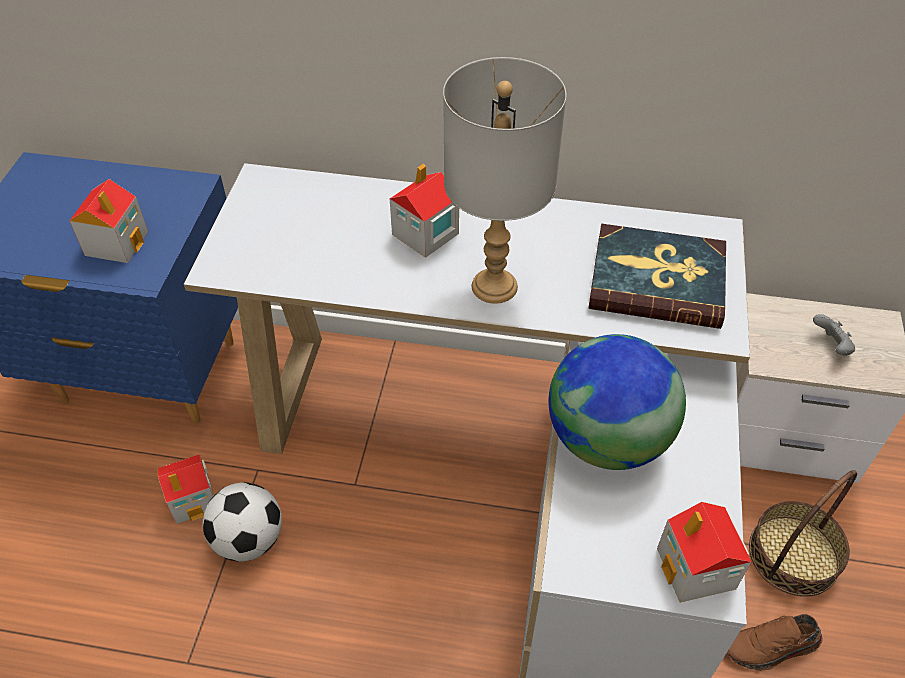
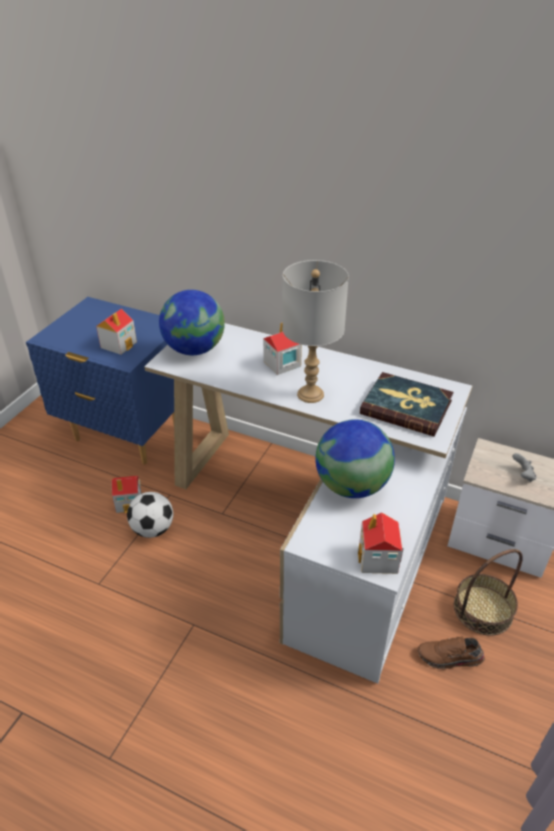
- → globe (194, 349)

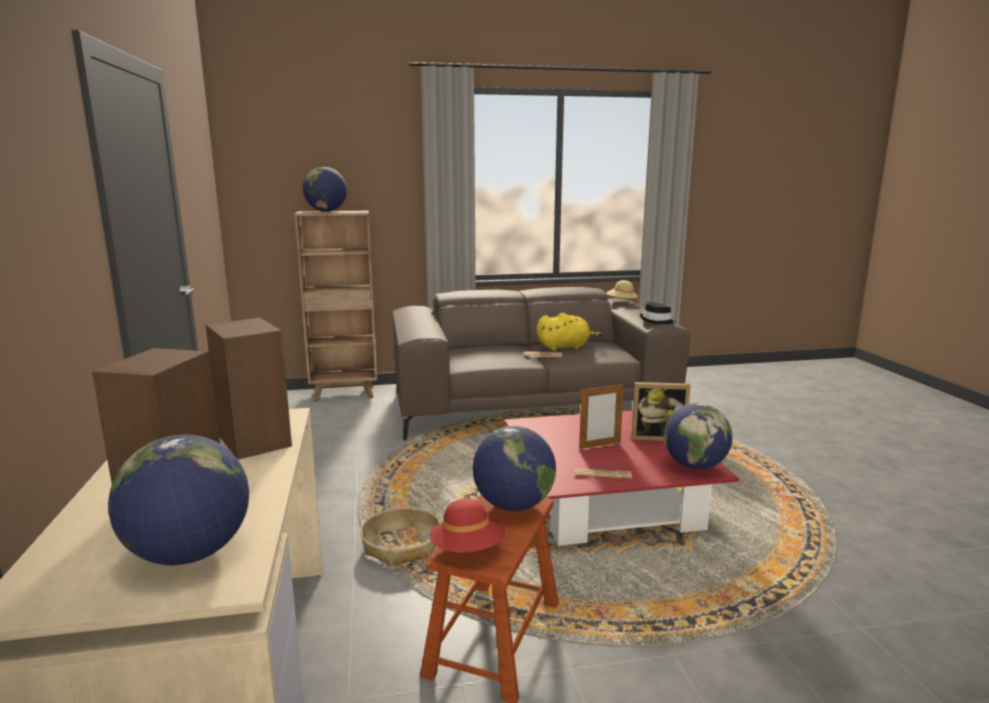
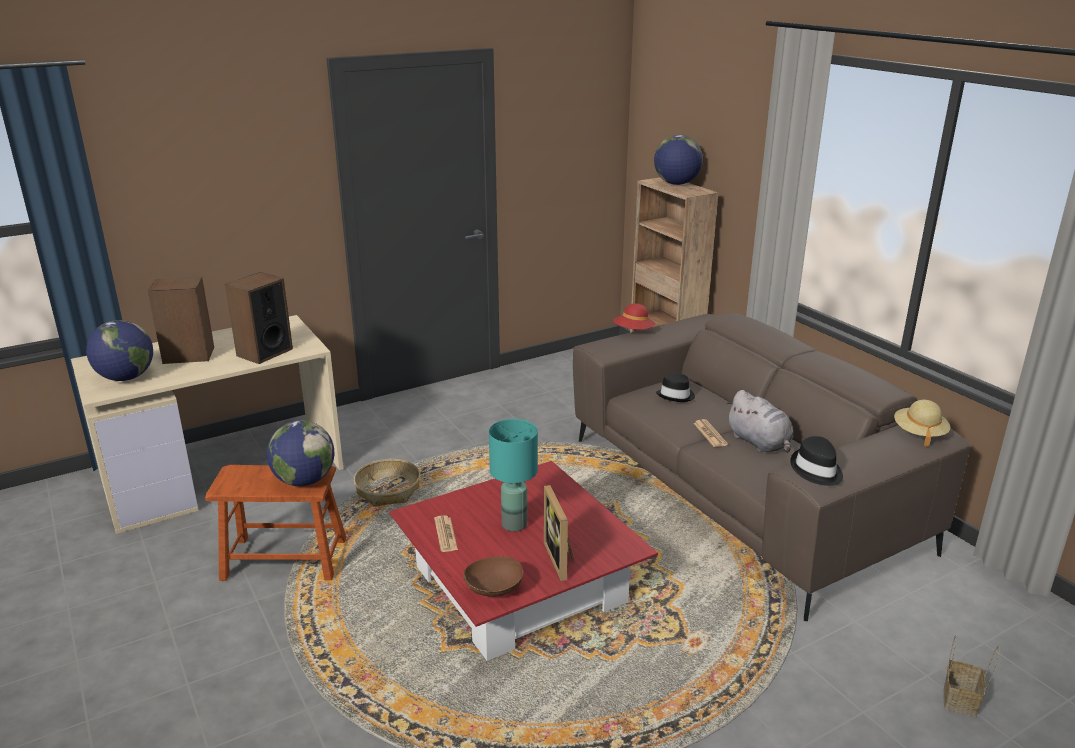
yellow cuddly toy (565, 347) → gray cuddly toy (760, 443)
standing frame (600, 445) → turquoise-coloured table lamp (515, 524)
globe (695, 466) → brown bowl (493, 591)
red wearable hat (467, 550) → red wearable hat (633, 332), moved
- → blackish wearable hat (676, 395)
- → storage basket (961, 701)

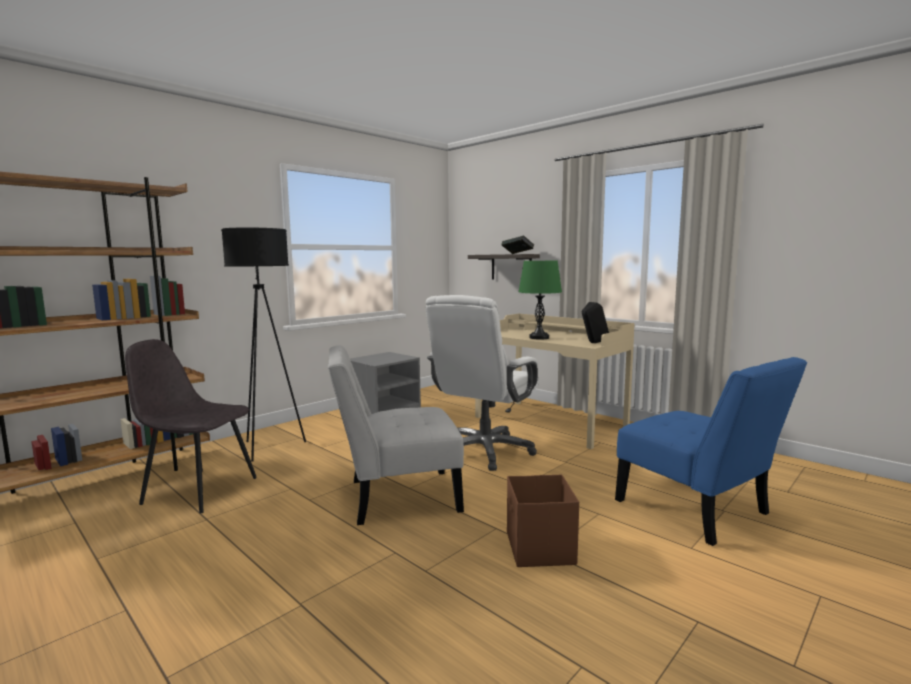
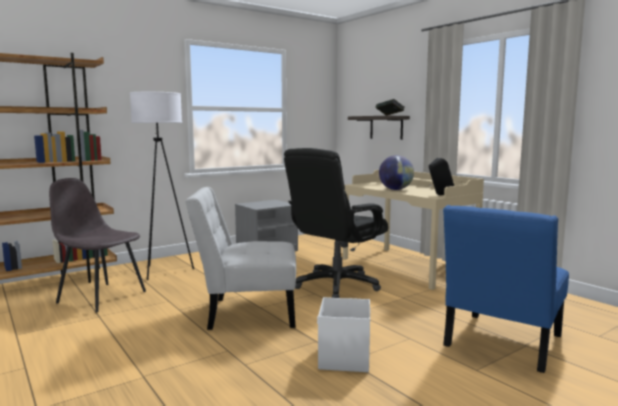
blackish standard lamp (269, 448) → white standard lamp (164, 271)
green table lamp (539, 337) → globe (395, 189)
white desk chair (484, 451) → blackish desk chair (336, 285)
blue plain chair (697, 511) → blue plain chair (501, 344), 60 degrees clockwise
brown storage bin (539, 549) → white storage bin (344, 359)

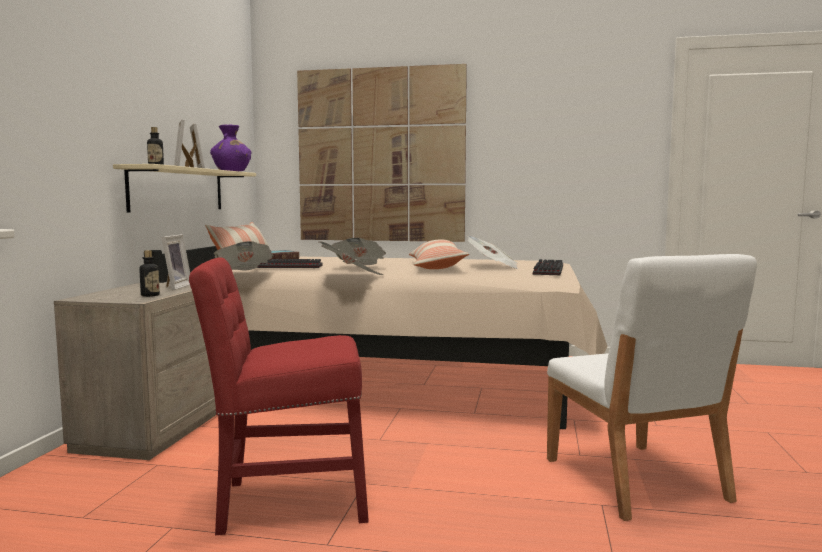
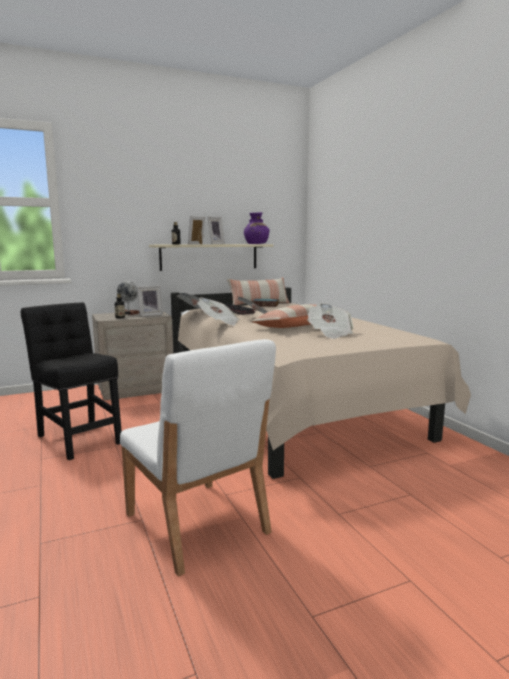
wall art (380, 155) → -
white plain chair (635, 480) → white plain chair (196, 524), 75 degrees counterclockwise
red plain chair (285, 503) → blackish plain chair (78, 437)
keyboard (547, 270) → -
- → globe (129, 313)

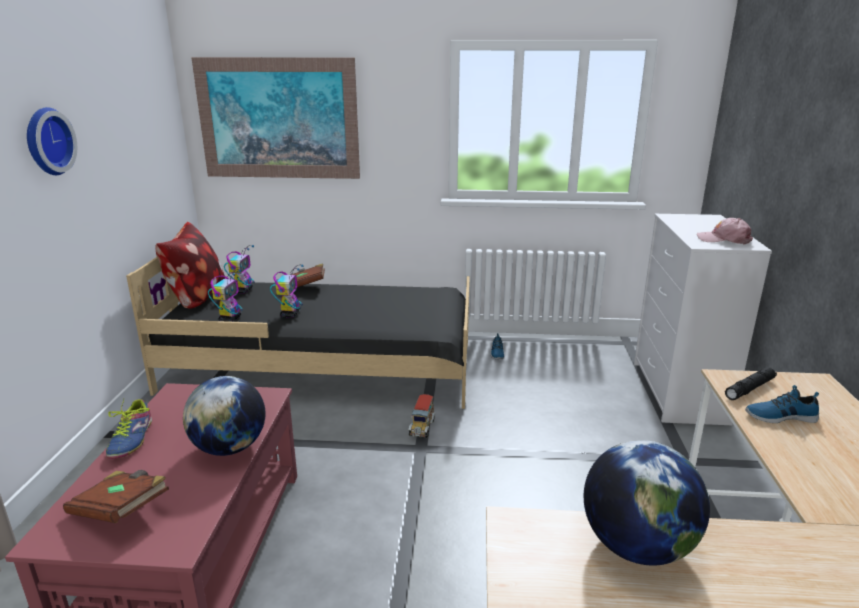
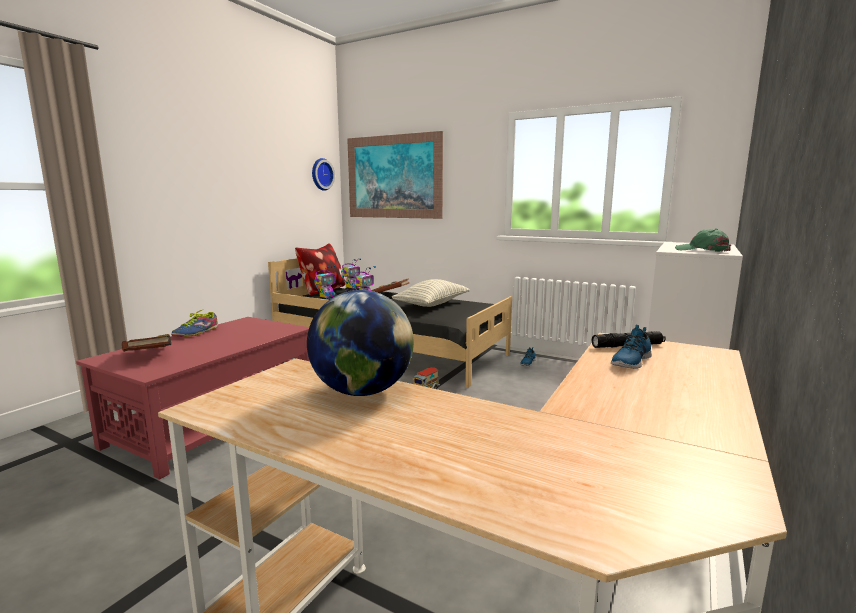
hanging clock (46, 141) → hanging clock (321, 174), moved
pinkish peaked cap (724, 239) → green peaked cap (702, 250)
globe (229, 447) → -
item of footwear (779, 416) → item of footwear (630, 361), 75 degrees counterclockwise
- → pillow (432, 304)

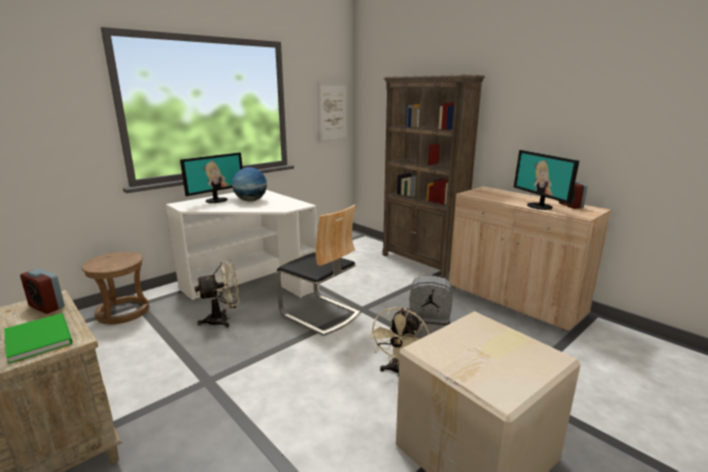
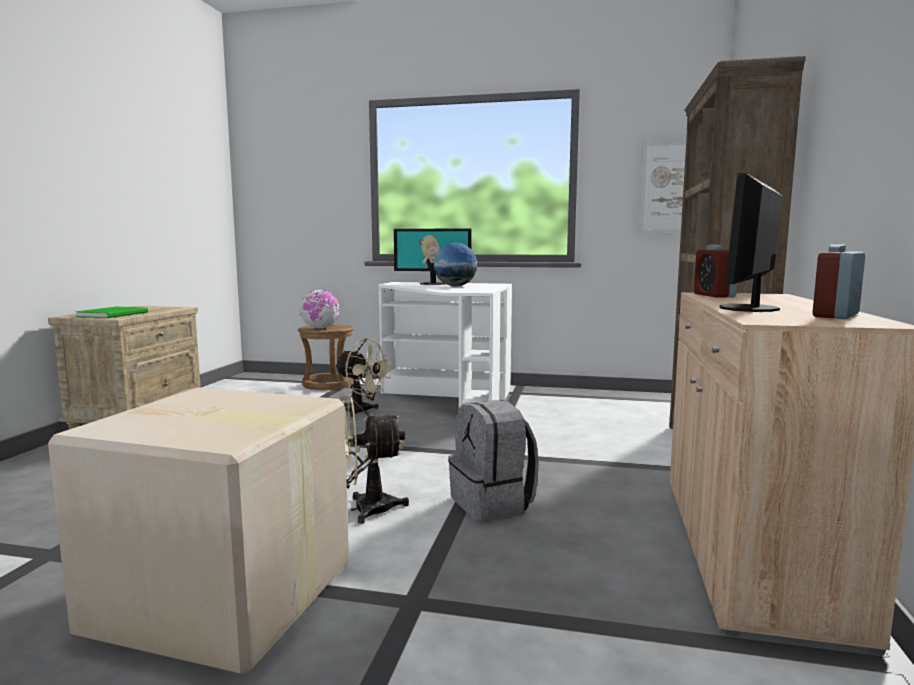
plain chair (319, 314) → -
alarm clock (47, 307) → alarm clock (714, 295), moved
- → globe (320, 328)

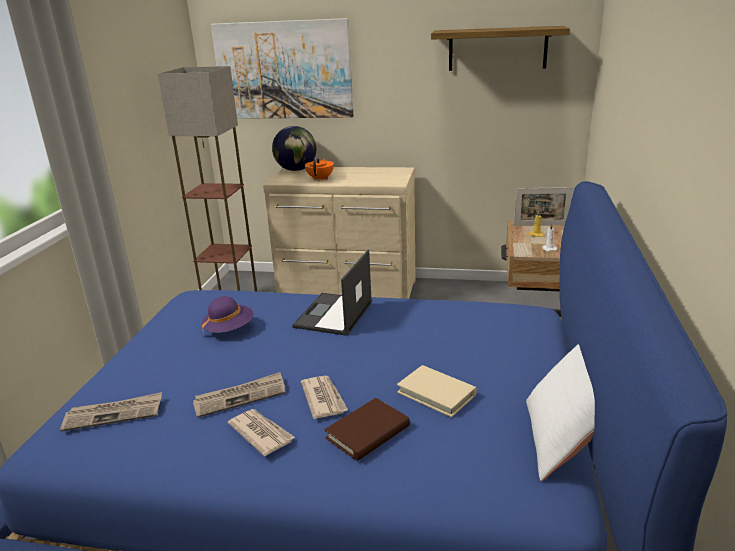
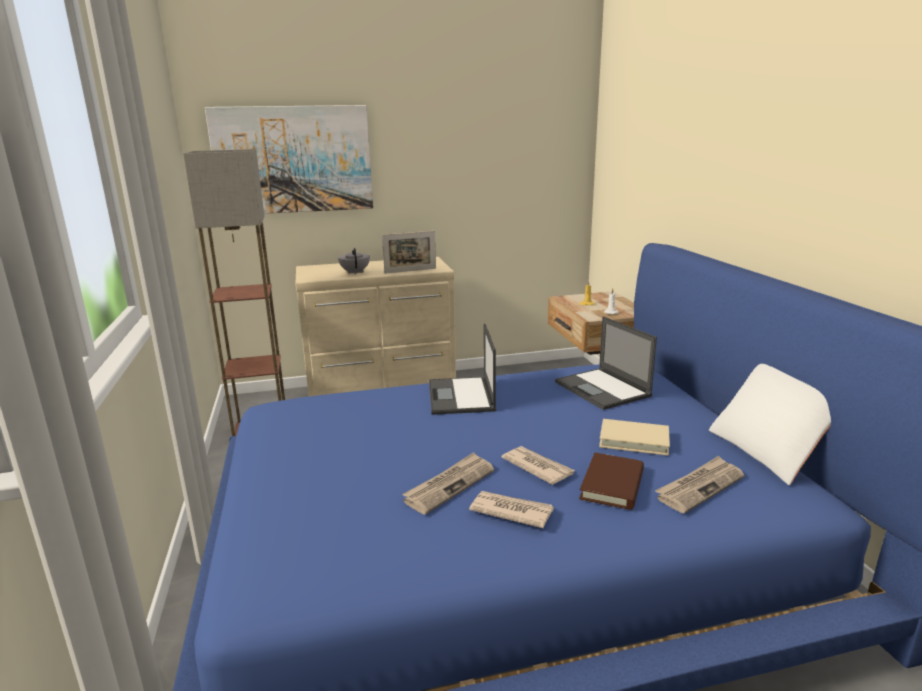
bracket shelf (497, 49) → -
globe (296, 170) → -
orange teapot (320, 179) → gray teapot (355, 272)
standing frame (541, 225) → standing frame (410, 271), moved
purple wearable hat (229, 329) → -
daily paper (114, 414) → daily paper (699, 486), moved
- → portable computer (603, 389)

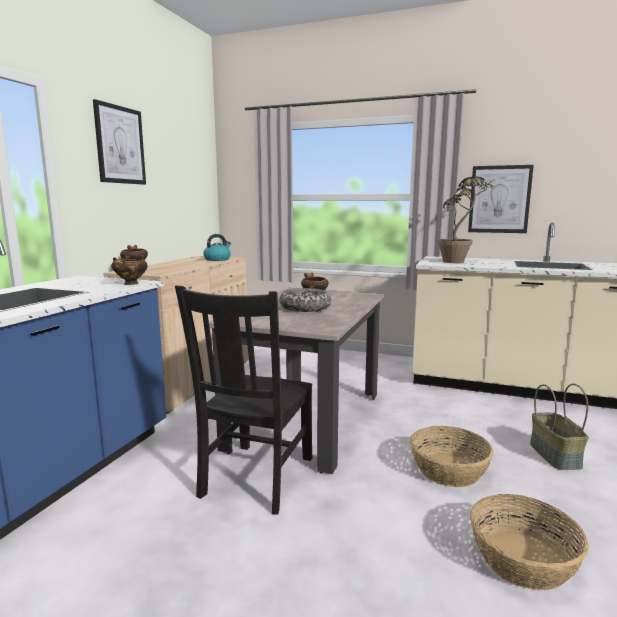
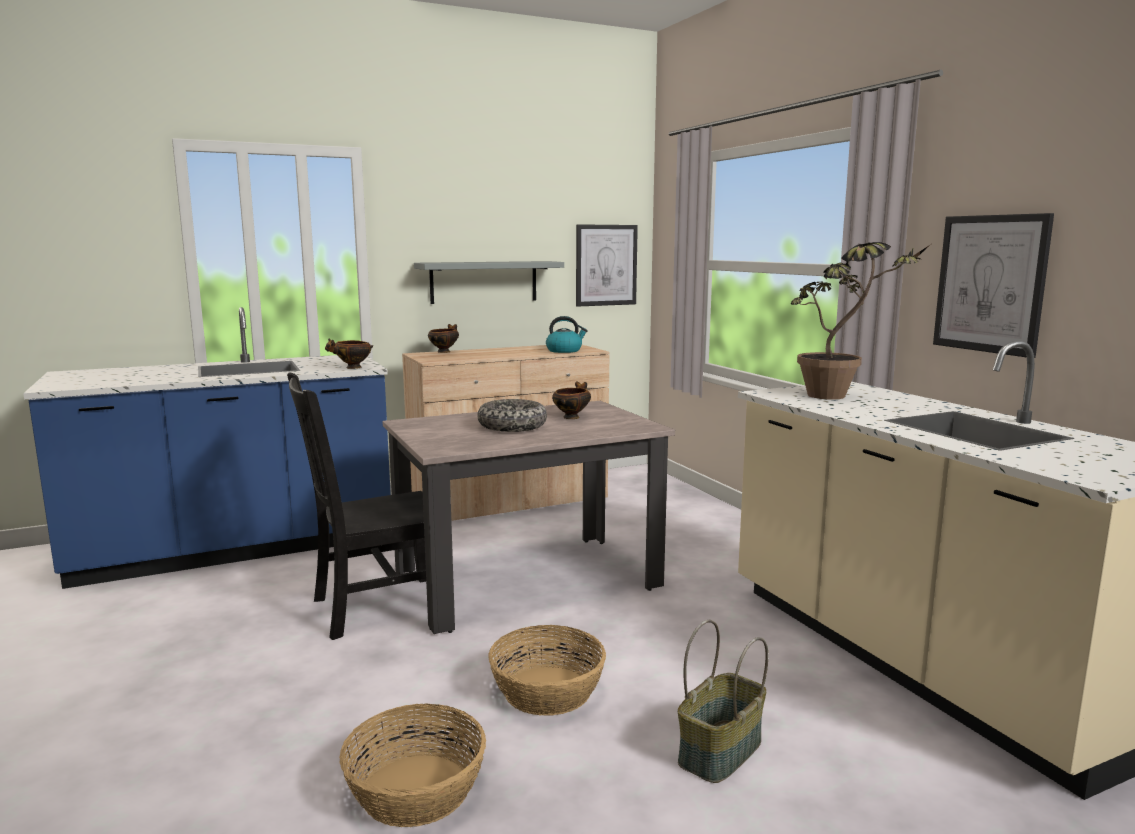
wall art (120, 145) → wall art (606, 265), moved
- → gray bracket shelf (484, 282)

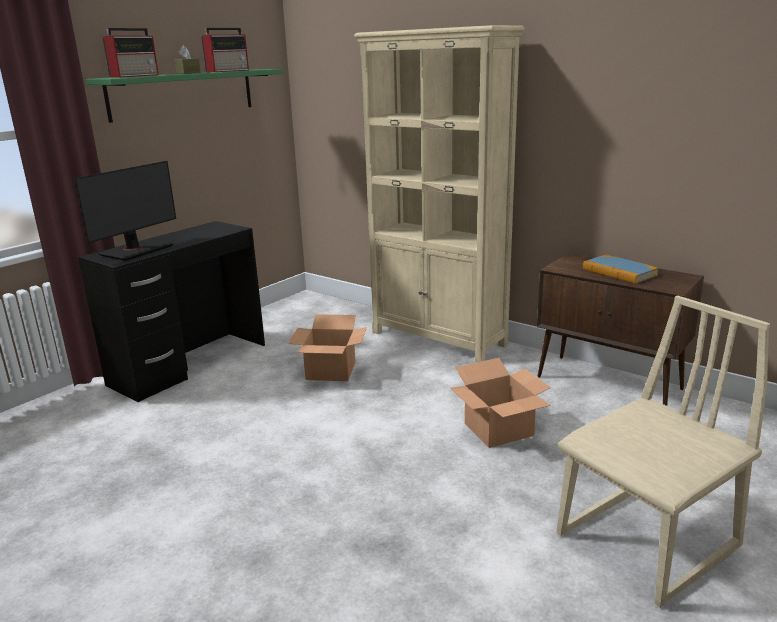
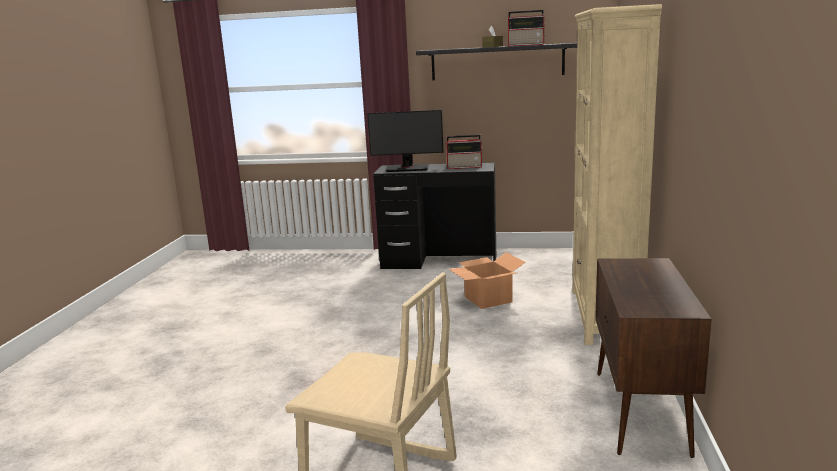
radio set (135, 76) → radio set (465, 167), moved
green bracket shelf (183, 94) → blackish bracket shelf (497, 62)
book (619, 272) → -
packing box (499, 429) → -

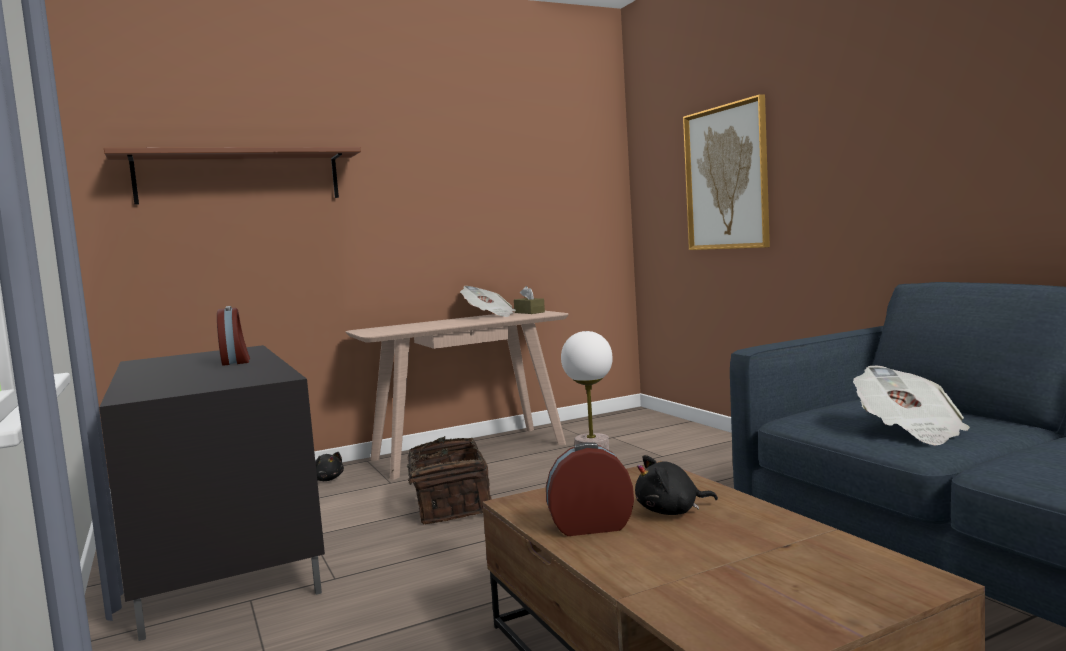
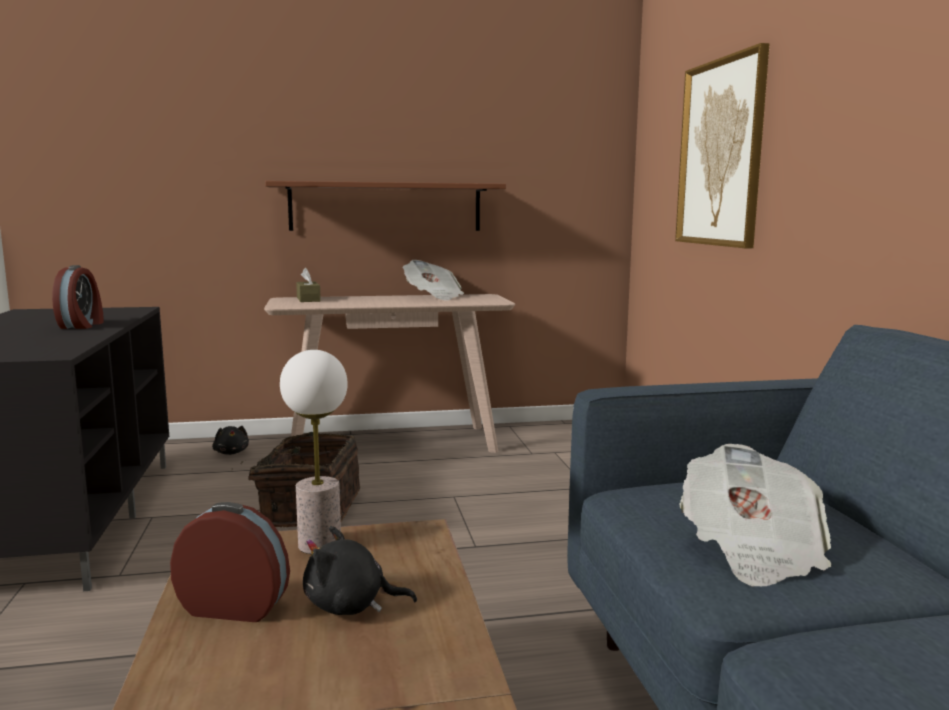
brown bracket shelf (239, 177) → brown bracket shelf (386, 207), moved
brown tissue holder (529, 312) → brown tissue holder (308, 299), moved

